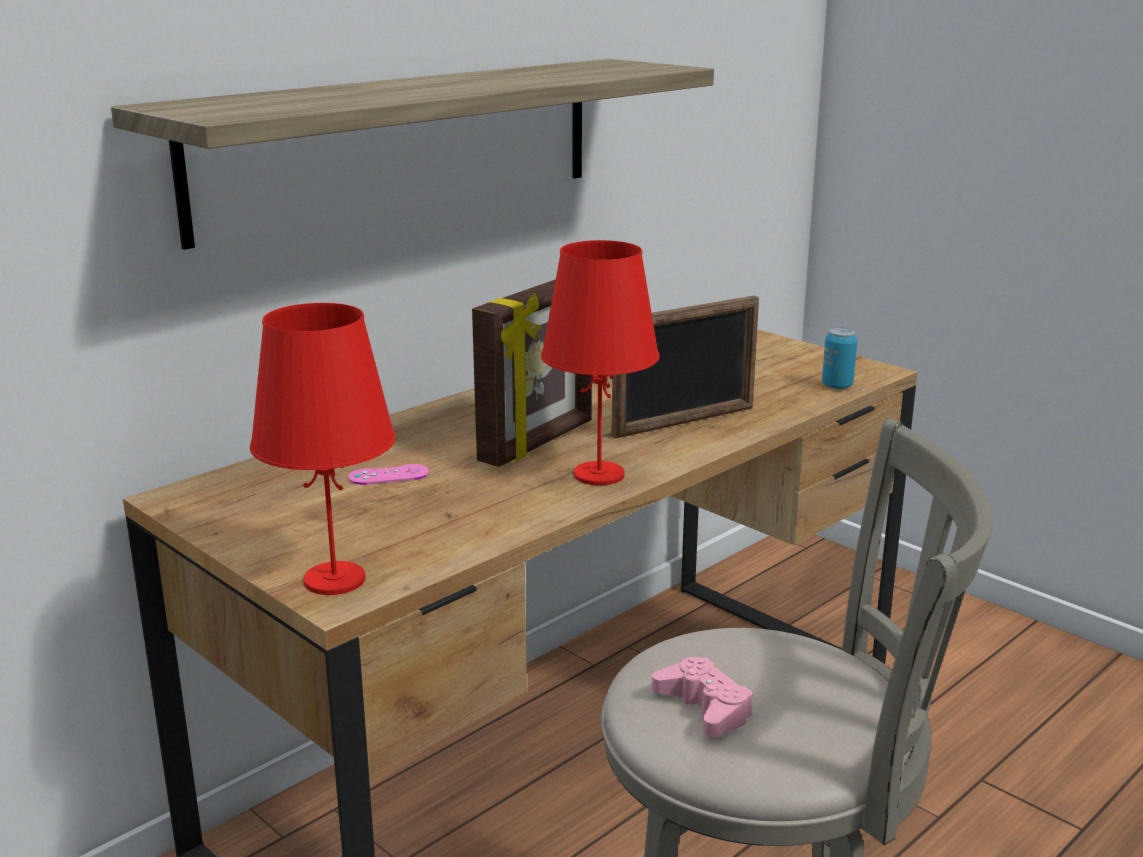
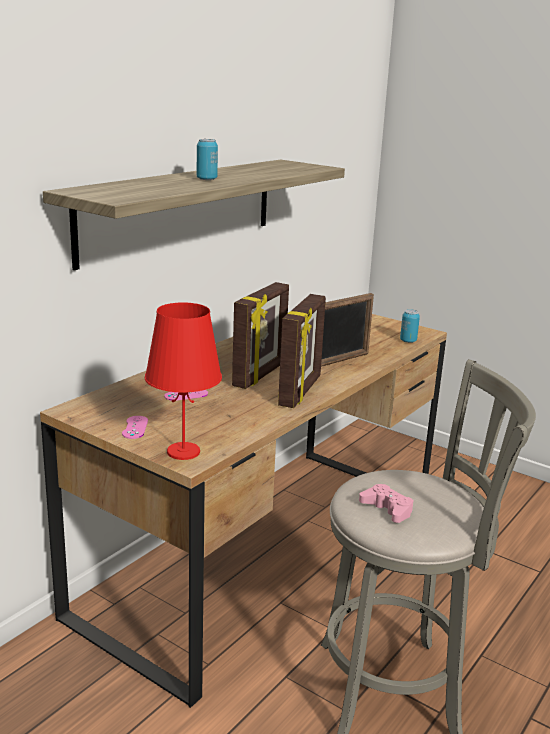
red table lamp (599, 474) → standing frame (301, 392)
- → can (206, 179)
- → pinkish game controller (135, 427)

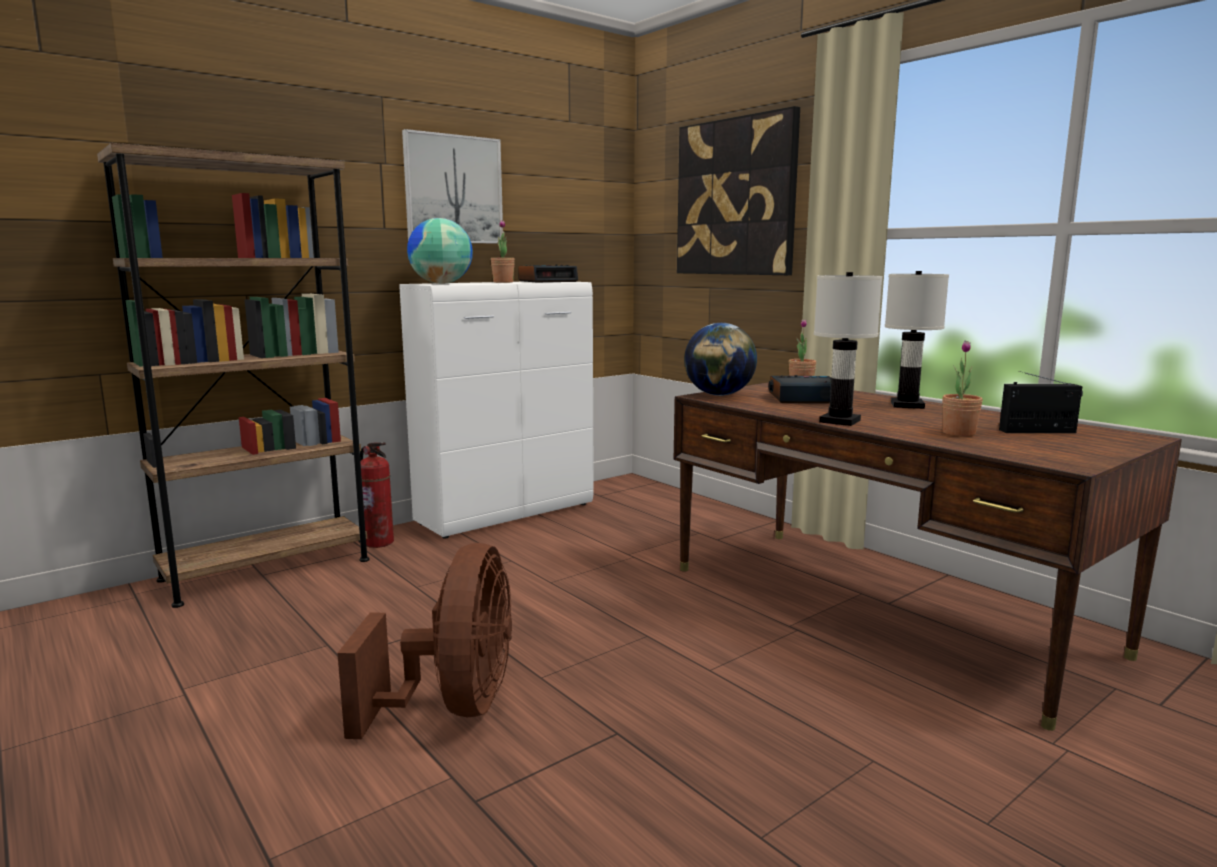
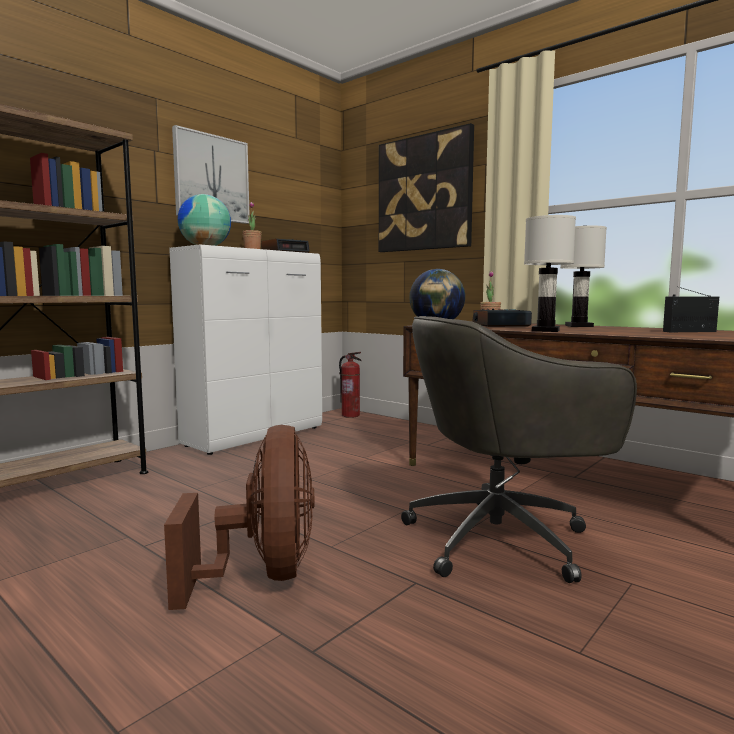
houseplant (958, 433) → -
extinguisher (379, 542) → extinguisher (351, 415), moved
- → gray desk chair (502, 539)

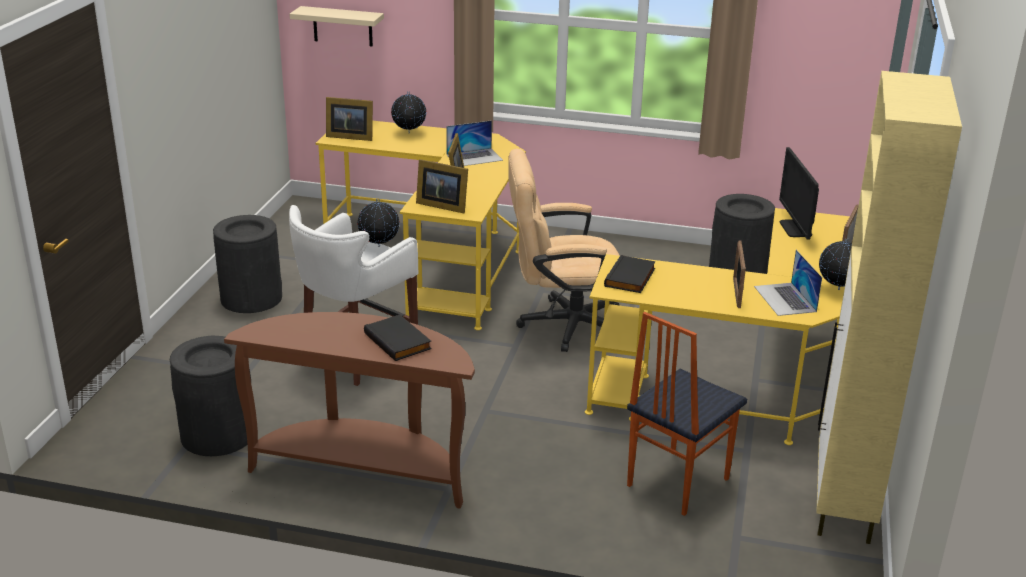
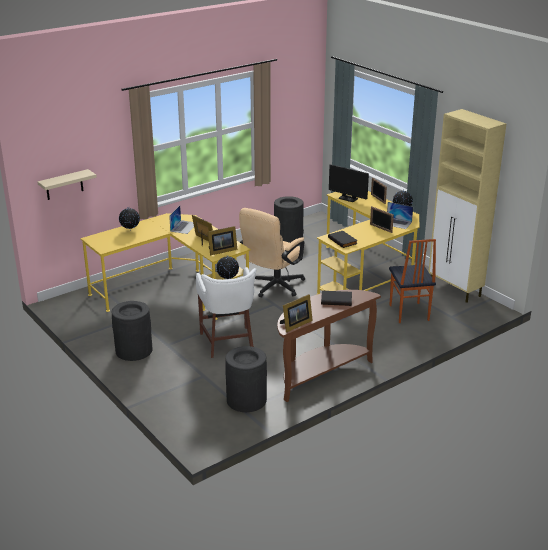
standing frame (349, 136) → standing frame (295, 325), moved

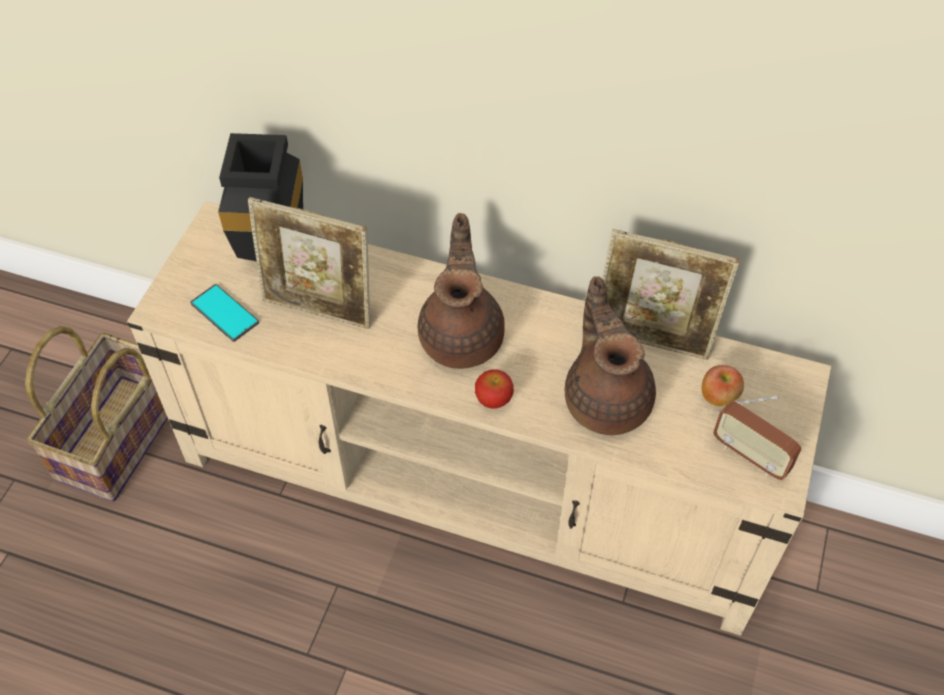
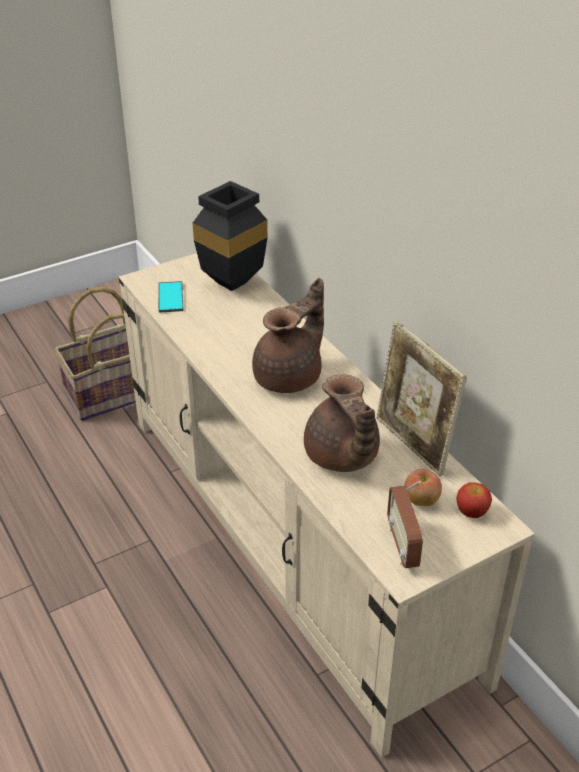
standing frame (319, 310) → -
brown teapot (606, 398) → brown teapot (342, 457), 135 degrees clockwise
apple (494, 400) → apple (472, 512), moved

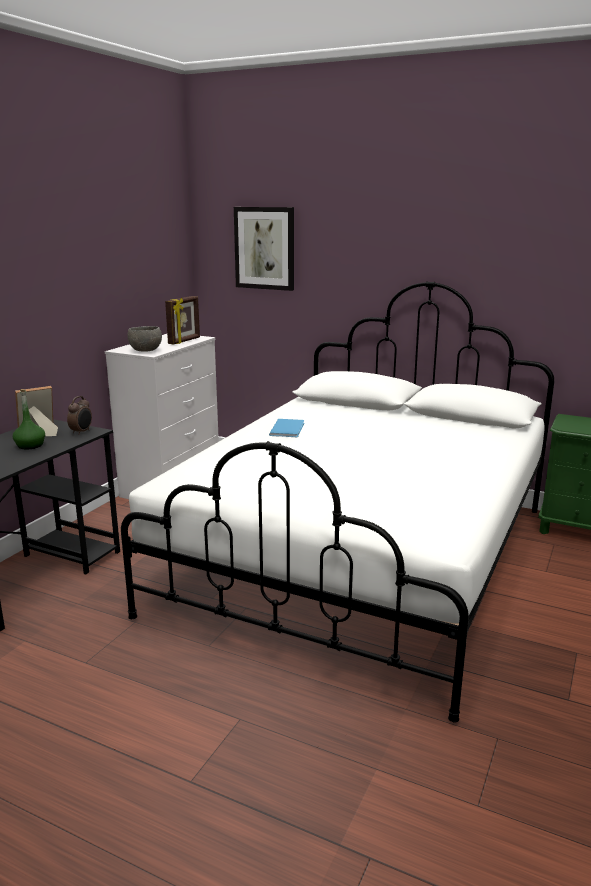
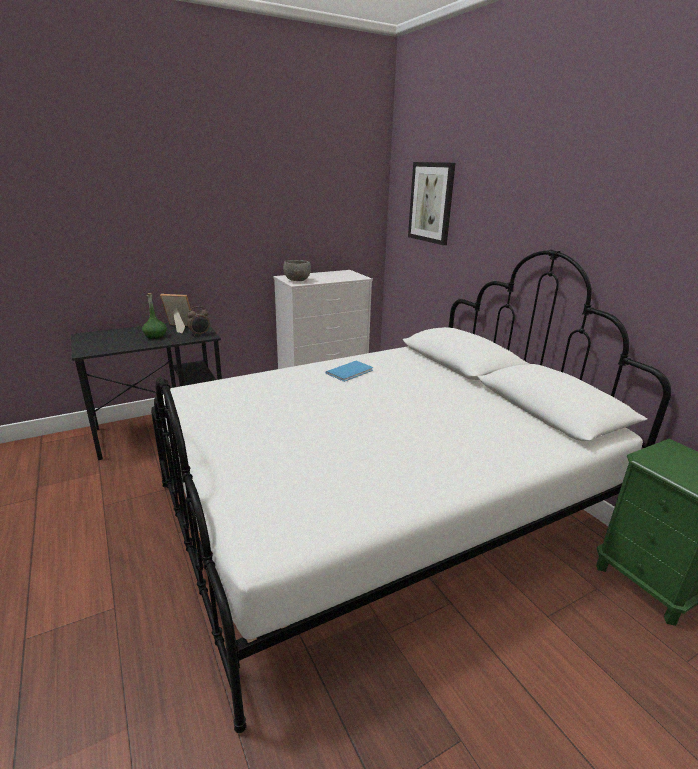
standing frame (184, 341) → -

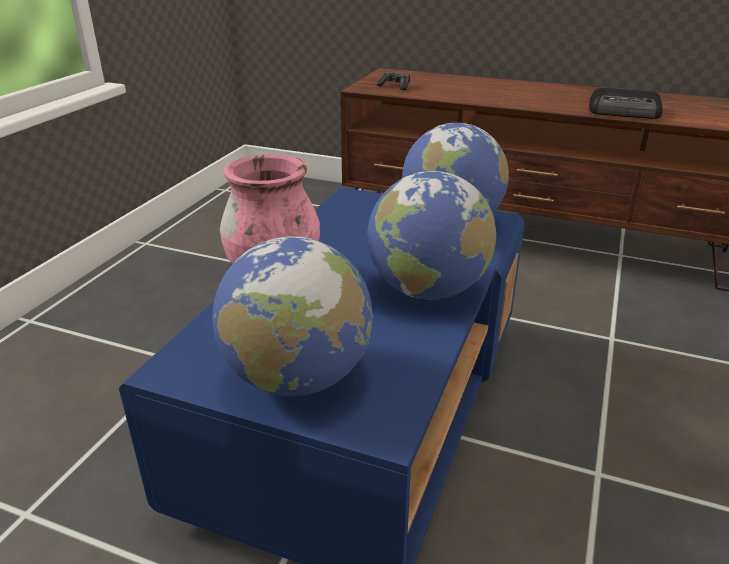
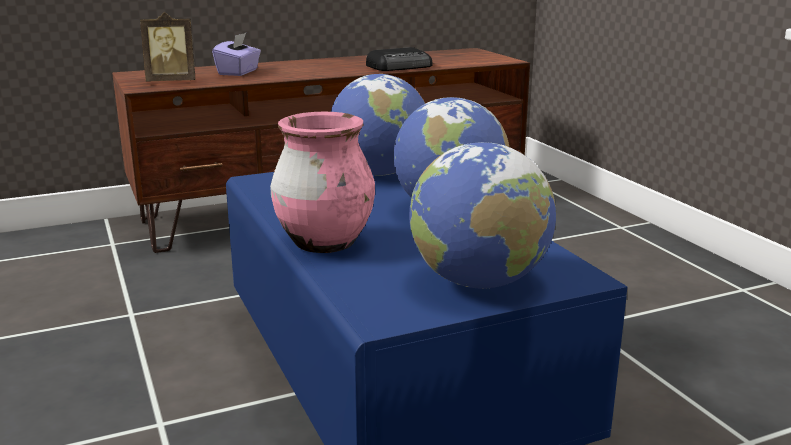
game controller (395, 86) → standing frame (171, 81)
- → purple tissue holder (238, 72)

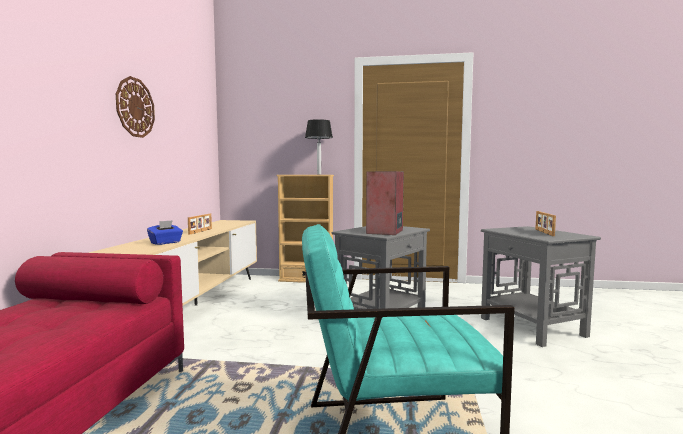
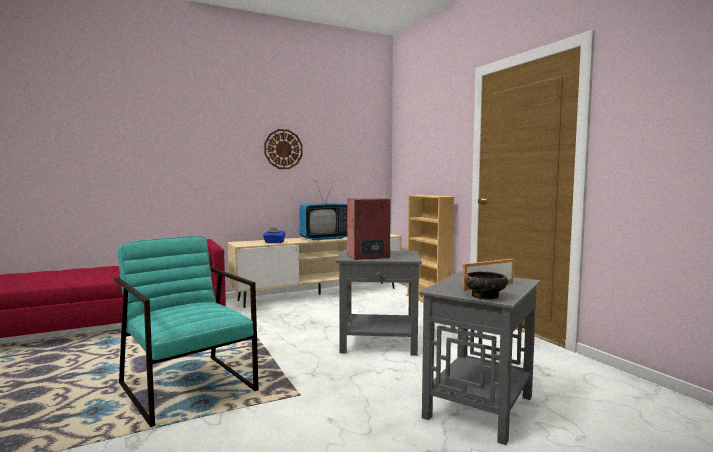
table lamp (319, 174) → -
standing frame (201, 231) → TV set (325, 239)
- → bowl (484, 296)

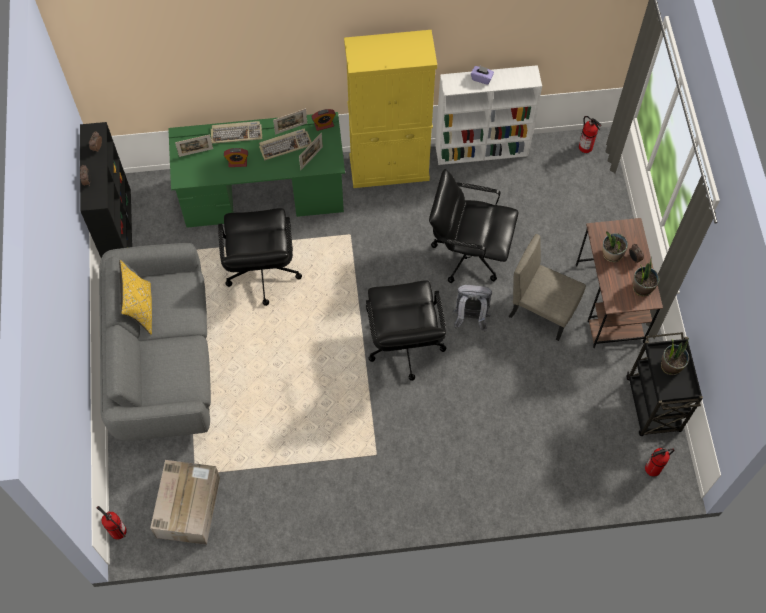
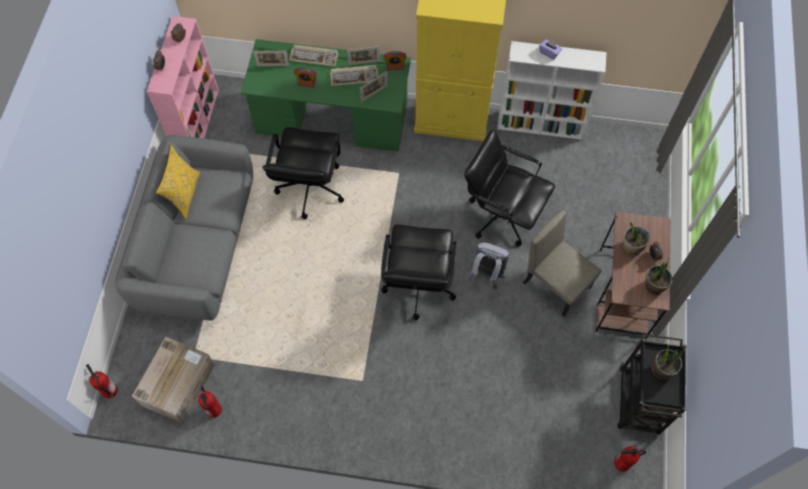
extinguisher (586, 147) → extinguisher (214, 410), moved
blackish bookshelf (119, 230) → pinkish bookshelf (197, 122)

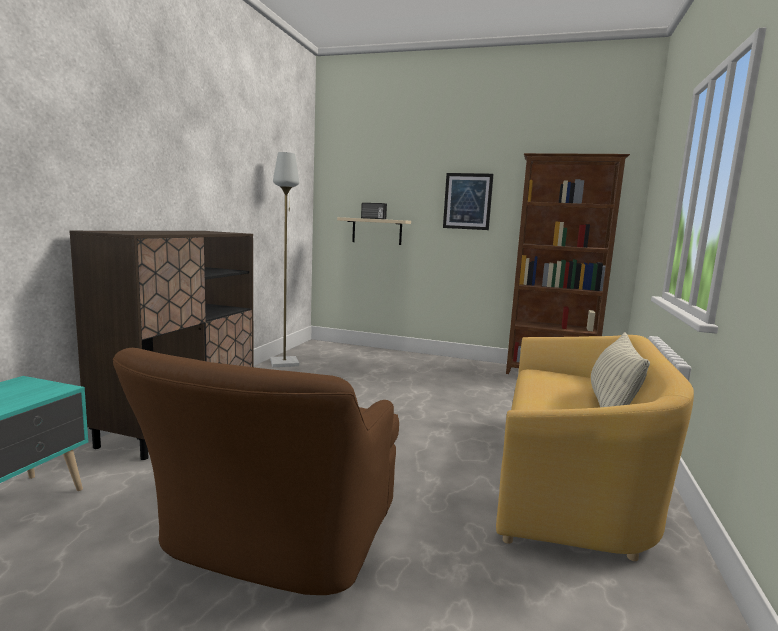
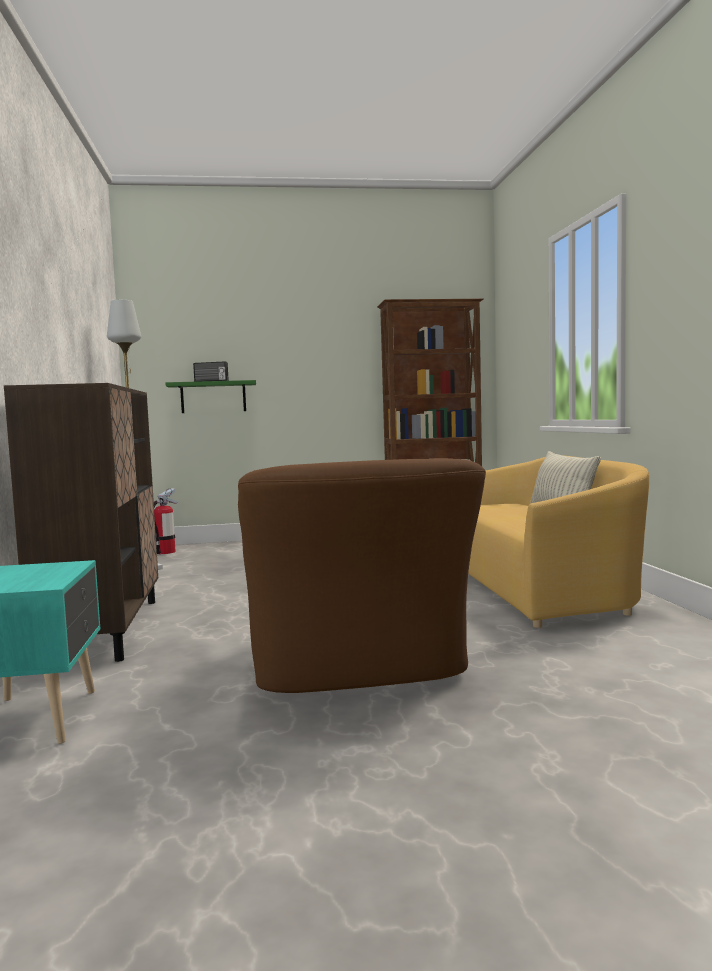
wall art (467, 201) → -
beige-coloured bracket shelf (377, 231) → green bracket shelf (213, 397)
- → extinguisher (165, 552)

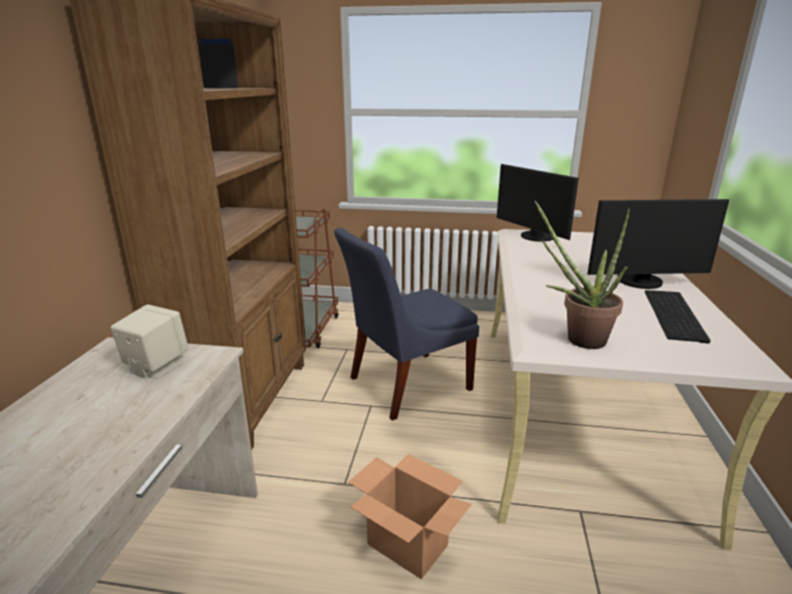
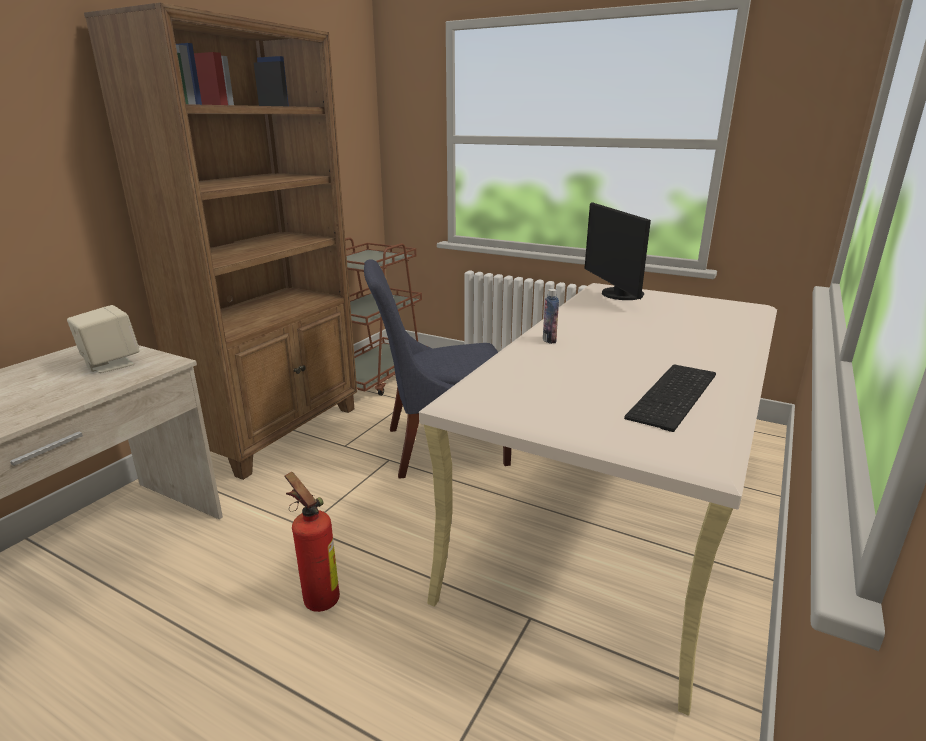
monitor (642, 283) → -
houseplant (577, 339) → -
packing box (406, 545) → extinguisher (318, 598)
- → bottle (549, 340)

